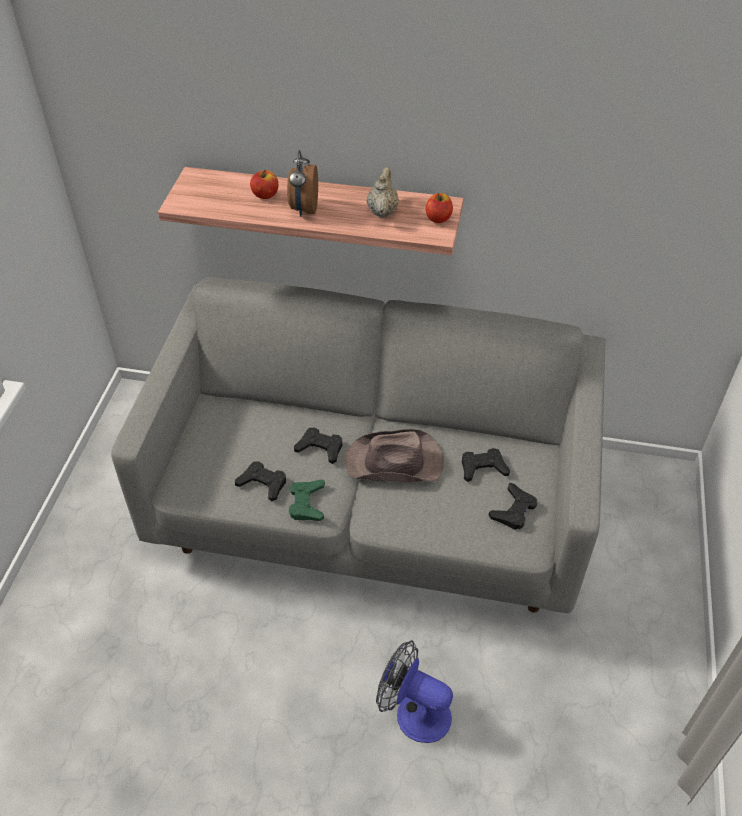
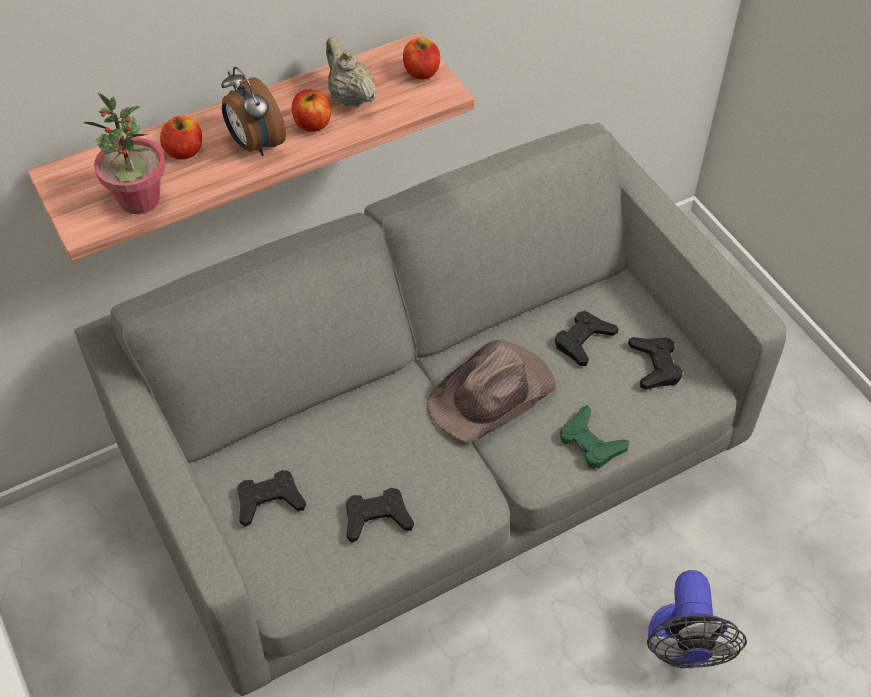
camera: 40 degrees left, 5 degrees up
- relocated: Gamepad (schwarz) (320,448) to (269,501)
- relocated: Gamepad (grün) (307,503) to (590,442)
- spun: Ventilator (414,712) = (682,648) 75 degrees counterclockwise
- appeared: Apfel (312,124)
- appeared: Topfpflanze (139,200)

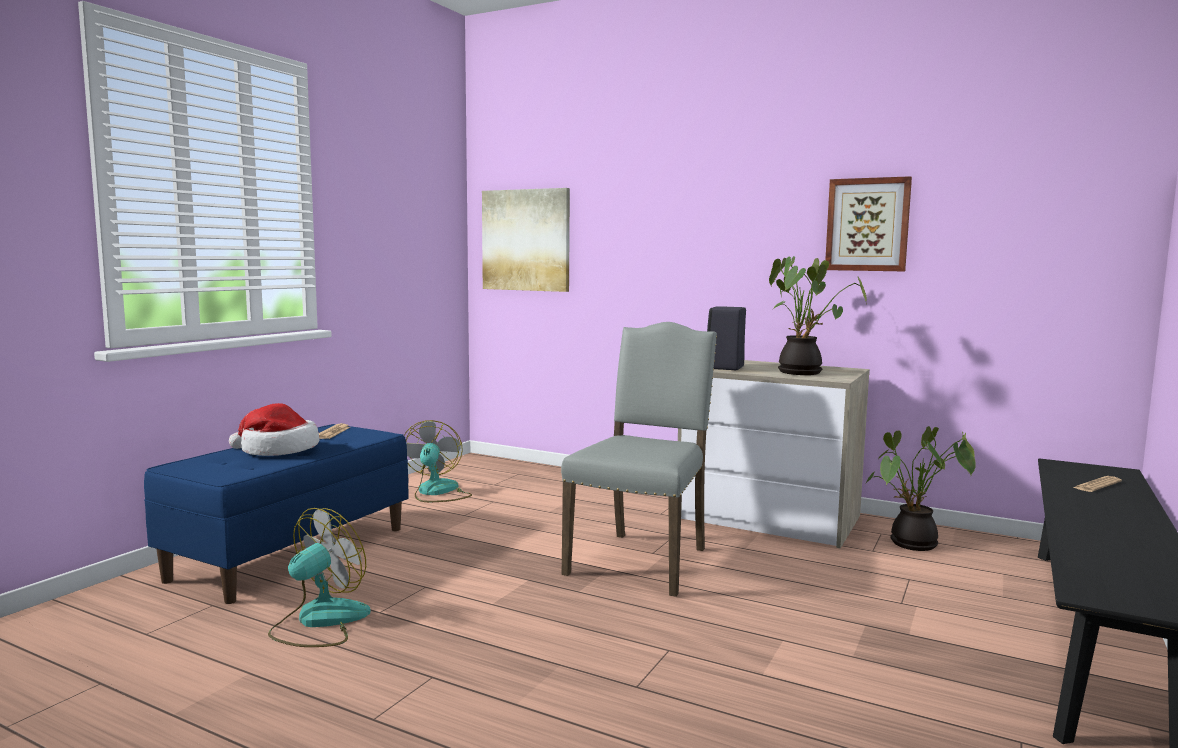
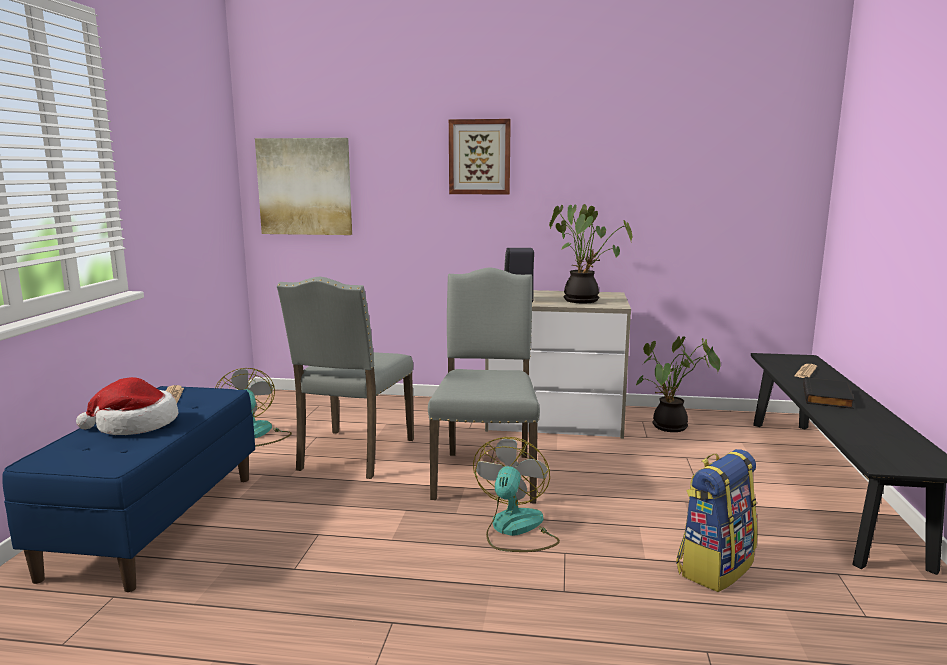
camera: 20 degrees left, 5 degrees up
- relocated: Bild (867,225) to (479,157)
- relocated: Ventilator (319,622) to (515,530)
- appeared: Stuhl (grau) (353,454)
- appeared: Buch (schwarz) (828,397)
- appeared: Rucksack (714,567)

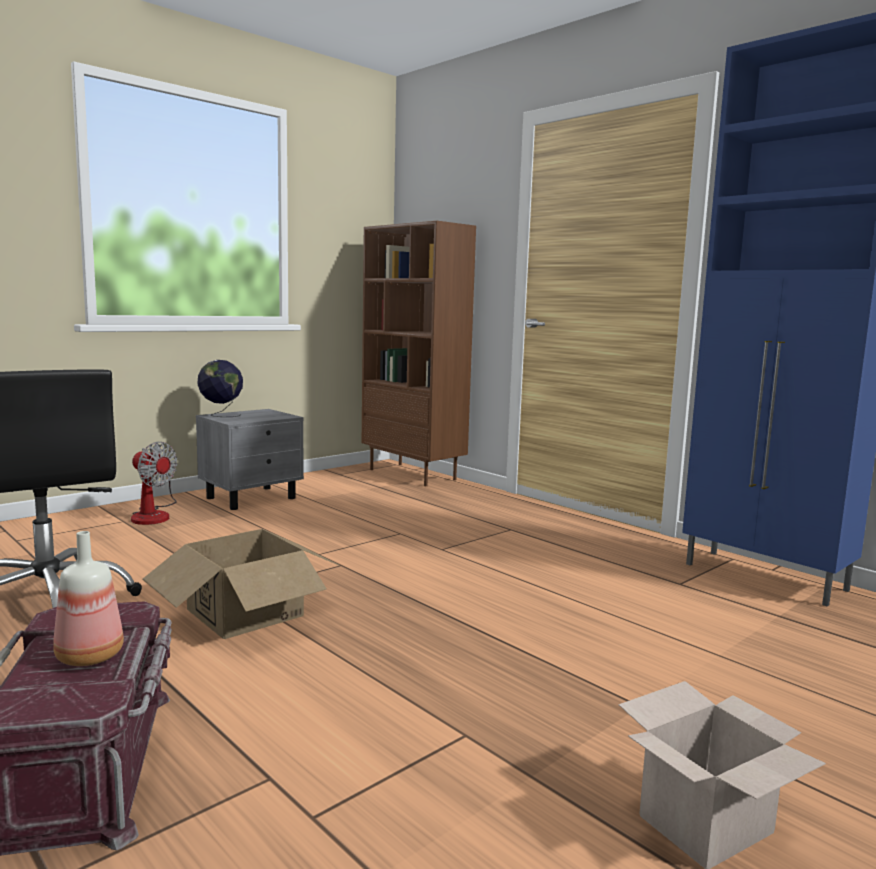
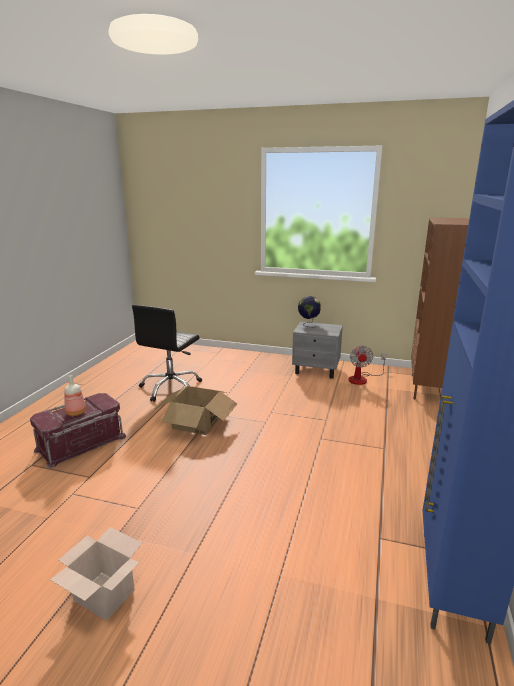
camera: 60 degrees right, 10 degrees up
- relocated: Ventilator (153,515) to (362,379)

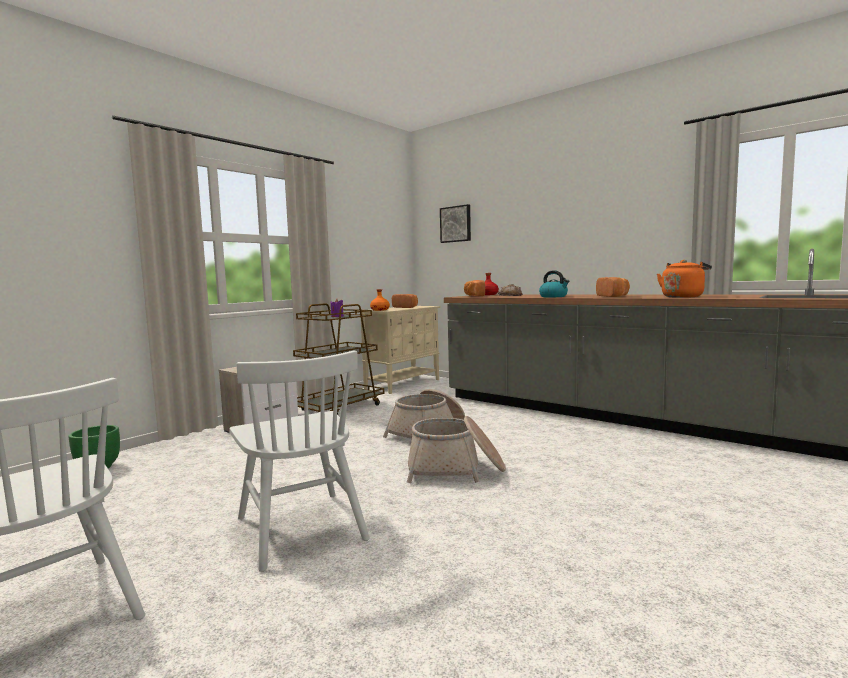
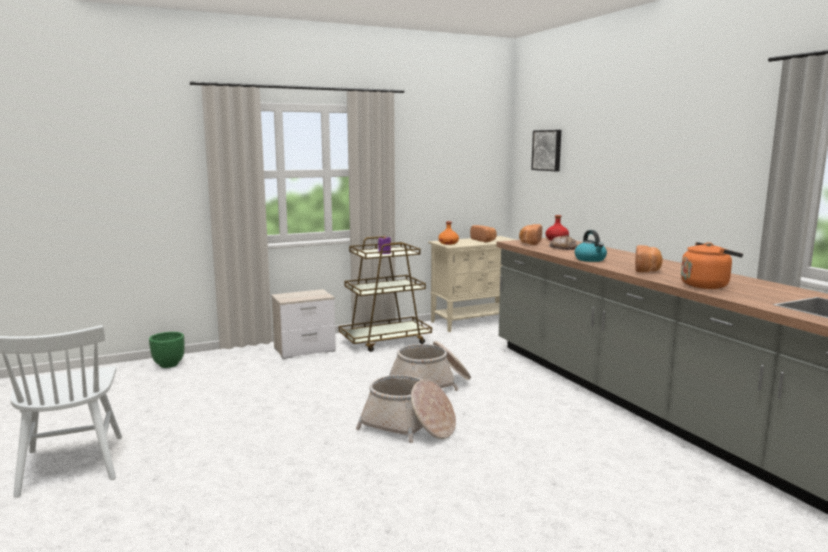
camera: 25 degrees right, 5 degrees up
- missing: Stuhl (weiß) (301,528)

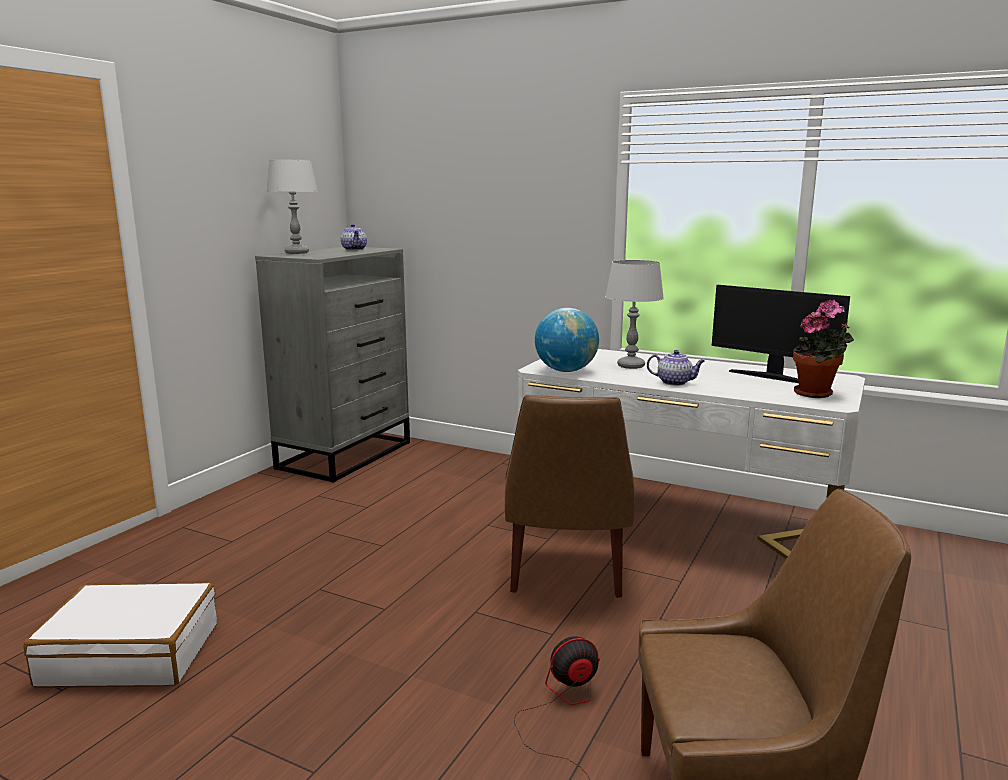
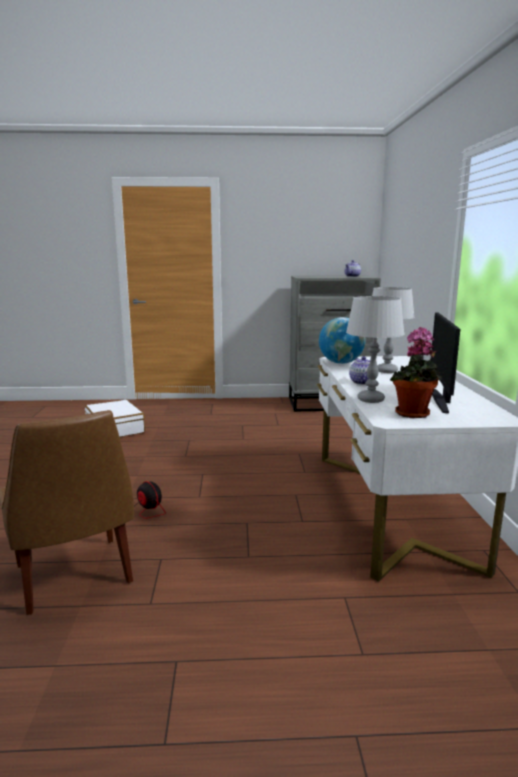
camera: 60 degrees right, 0 degrees up
- relocated: Tischlampe (grau) (297,253) to (371,399)
- missing: Stuhl (braun) (566,574)

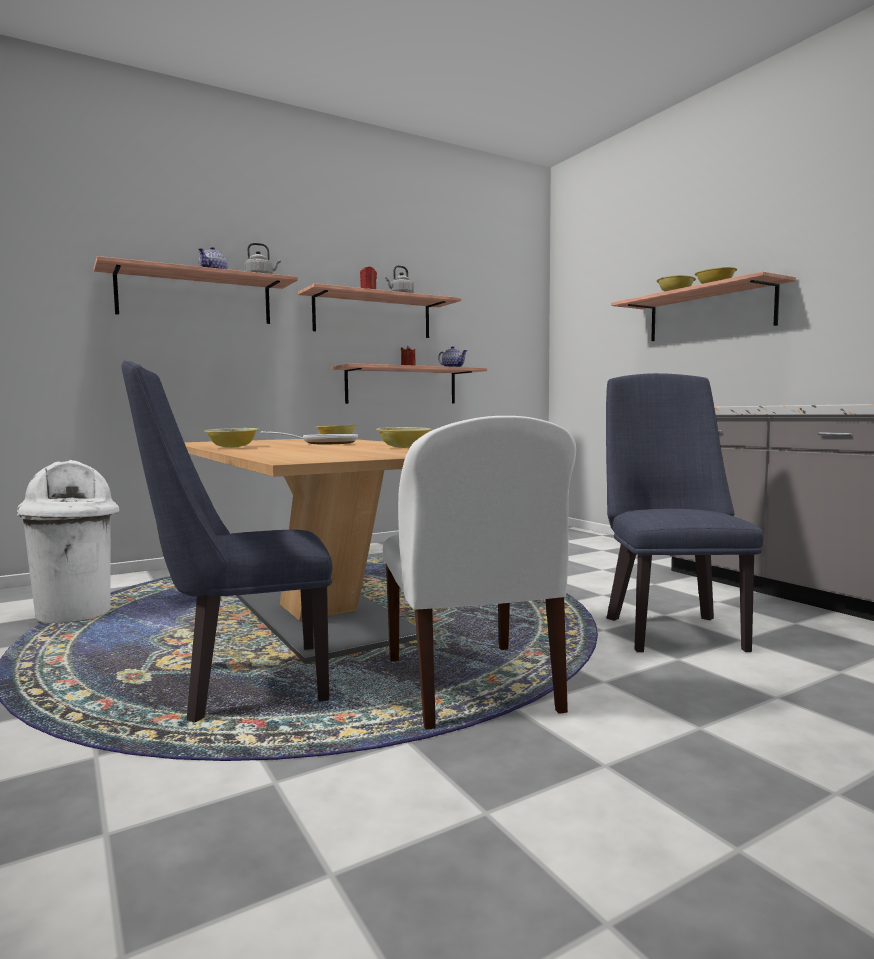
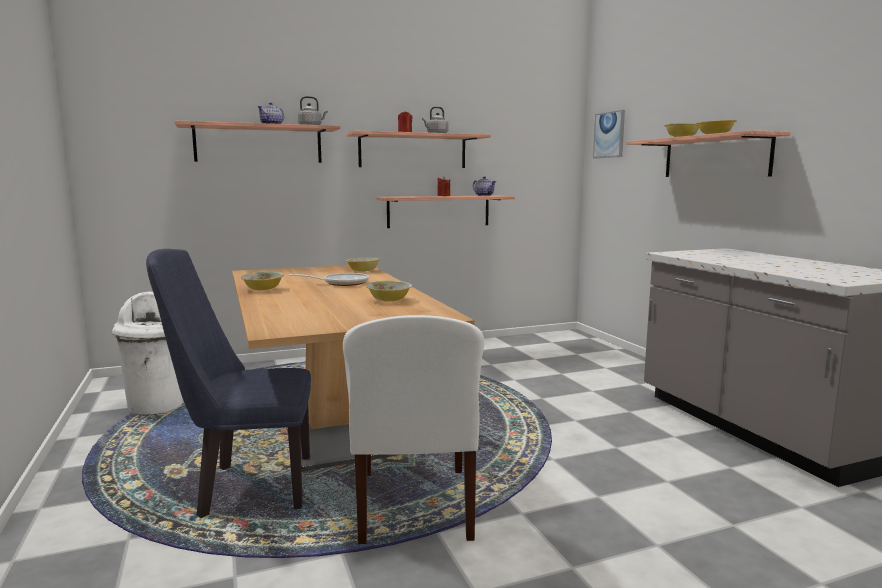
camera: 10 degrees right, 5 degrees up
- missing: Stuhl (blau) (670,629)
- appeared: Bild (609,135)

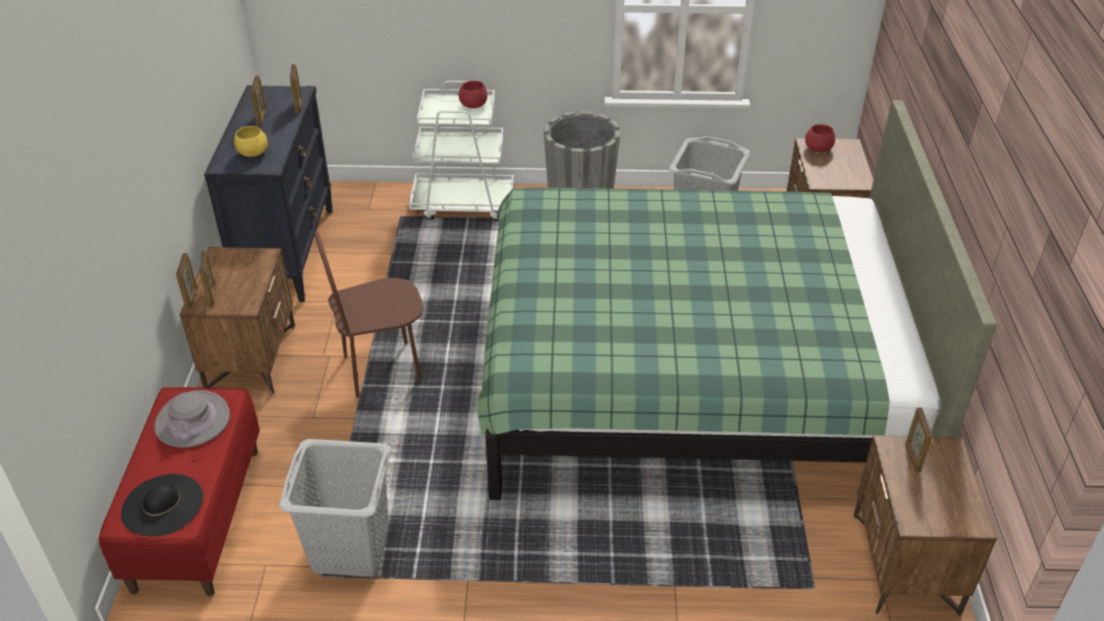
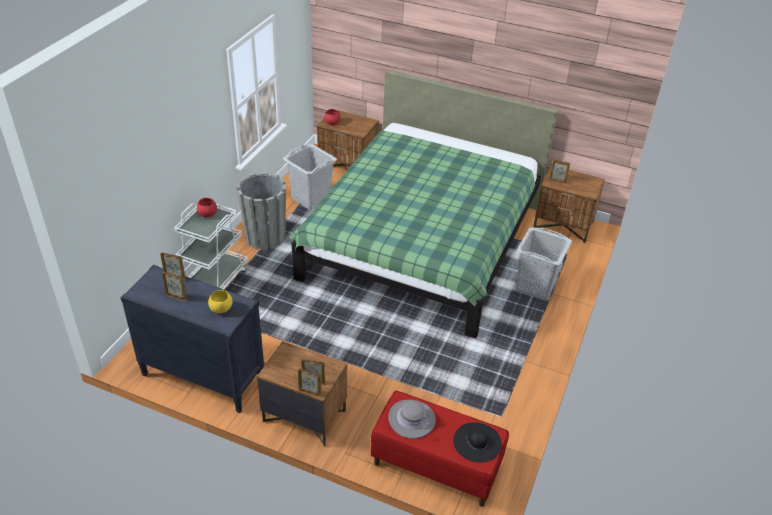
camera: 70 degrees left, 0 degrees up
- missing: Stuhl (braun) (382,369)
- relocated: Wäschekorb (grau) (350,549) to (536,286)

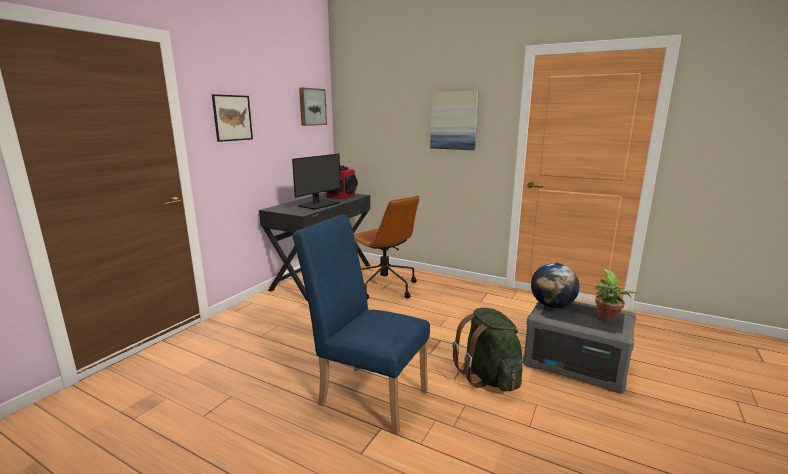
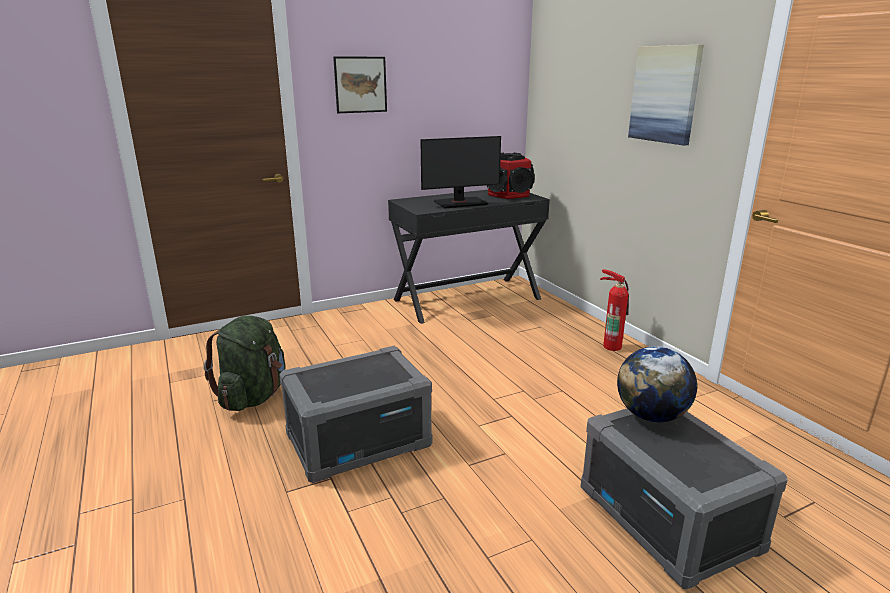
camera: 35 degrees right, 5 degrees up
- missing: Bild (311,107)
- missing: Bürostuhl (braun) (384,287)
- exchanged: Stuhl (blau) (367,394) to Aufbewahrungsbox (grau) (359,440)
- missing: Topfpflanze (608,319)
- relocated: Rucksack (grün) (489,377) to (253,396)
- appeared: Feuerlöscher (611,346)

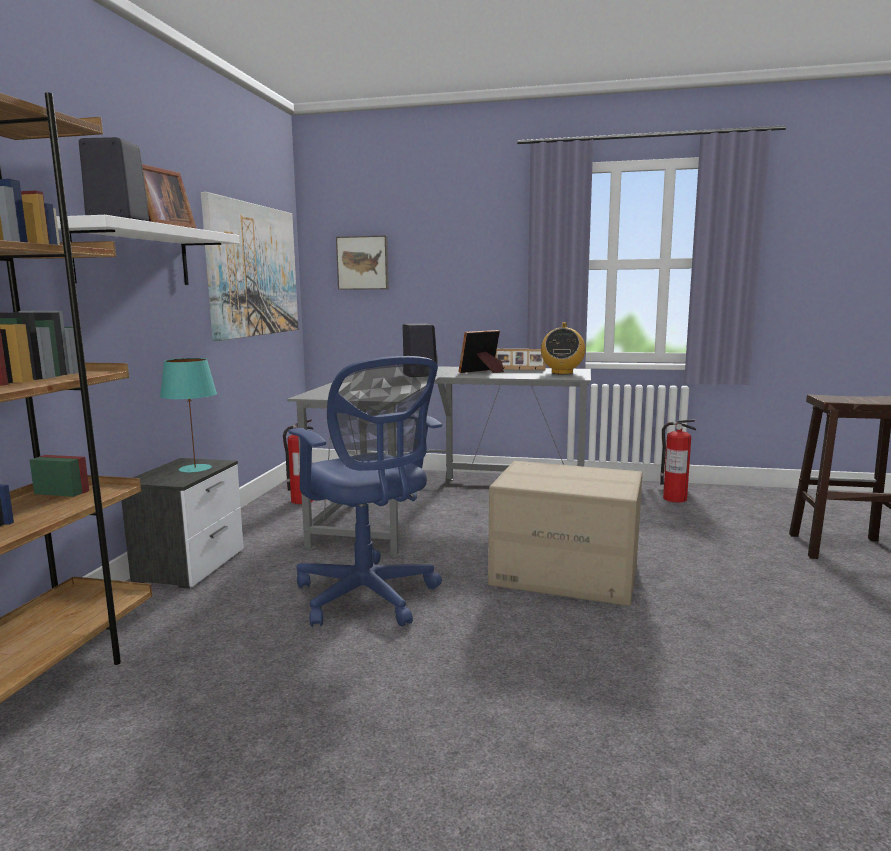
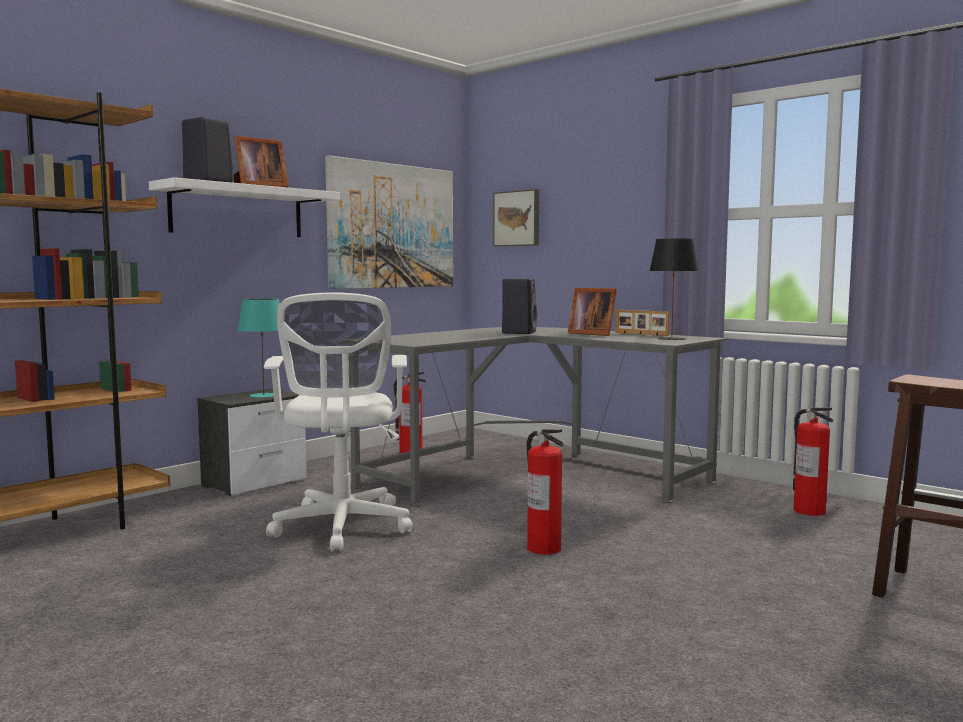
camera: 30 degrees right, 5 degrees down
- exchanged: Radio (562,373) to Tischlampe (schwarz) (672,339)
- spun: Bilderrahmen (482,372) = (591,334) 135 degrees counterclockwise
- colour: Bürostuhl (blau) (369,597) to Bürostuhl (weiß) (342,528)
- exchanged: Karton (565,574) to Feuerlöscher (543,548)

